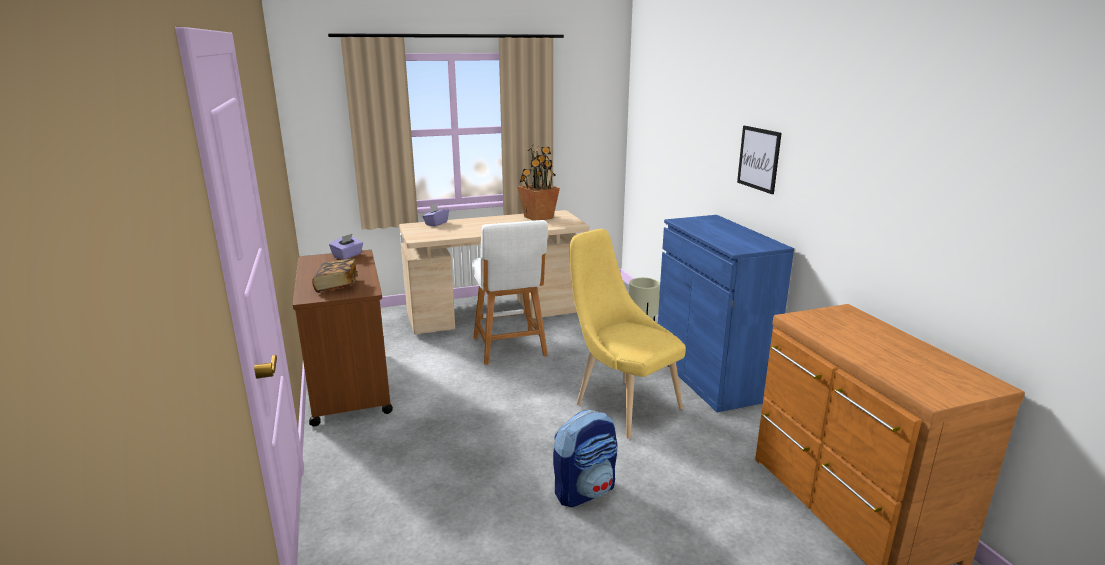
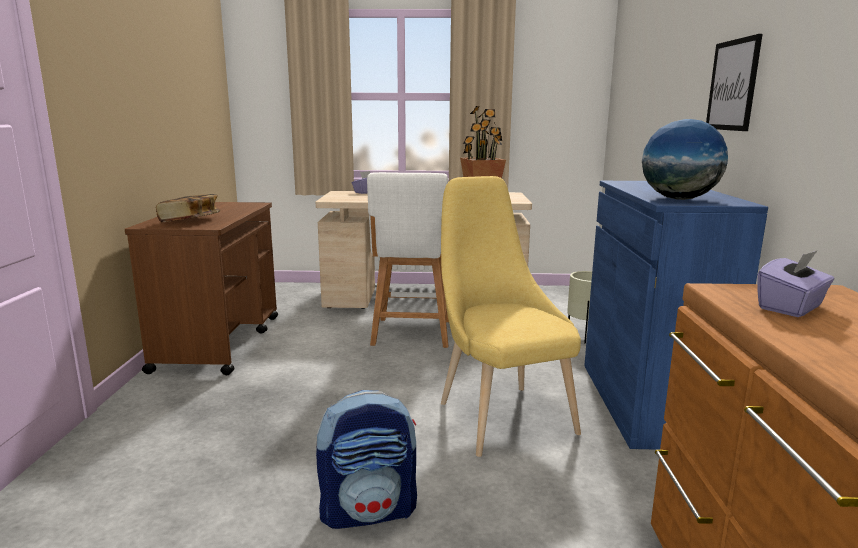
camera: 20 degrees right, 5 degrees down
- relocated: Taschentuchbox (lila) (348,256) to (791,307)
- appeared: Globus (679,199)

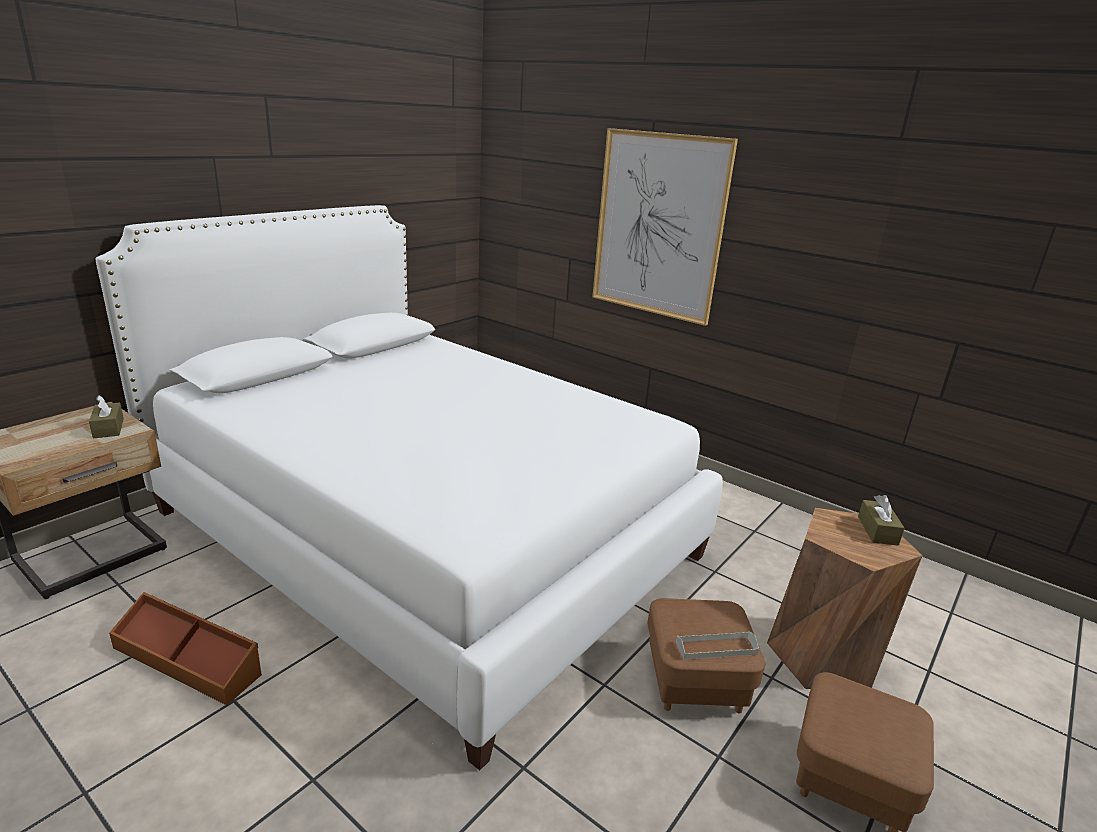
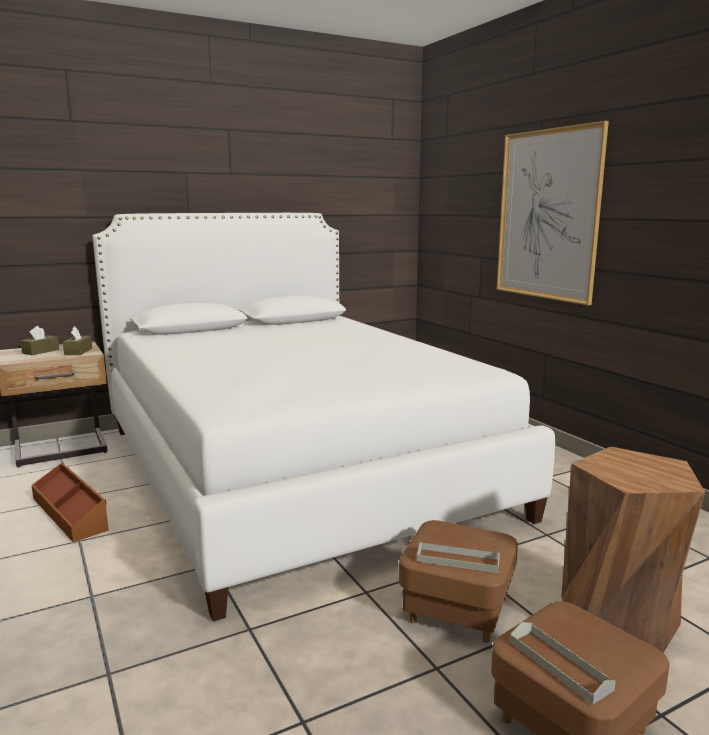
camera: 25 degrees right, 10 degrees down
- relocated: Taschentuchbox (braun) (877,530) to (41,351)
- appeared: Tablett (grau) (559,665)

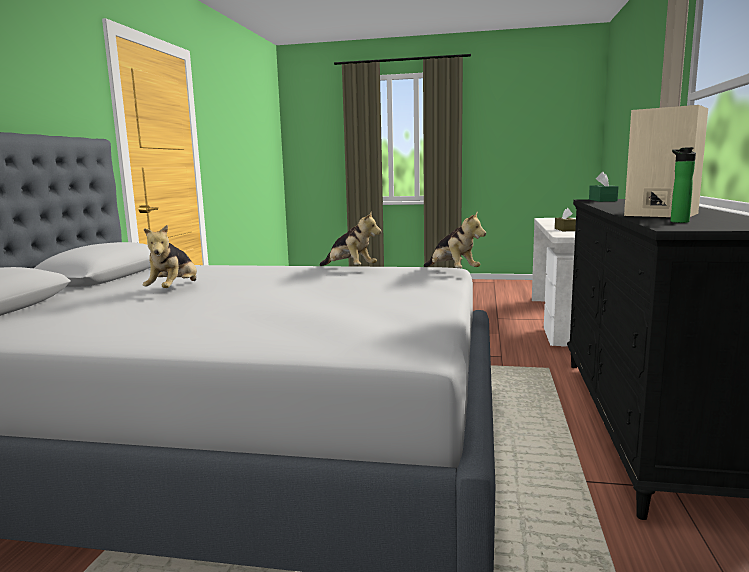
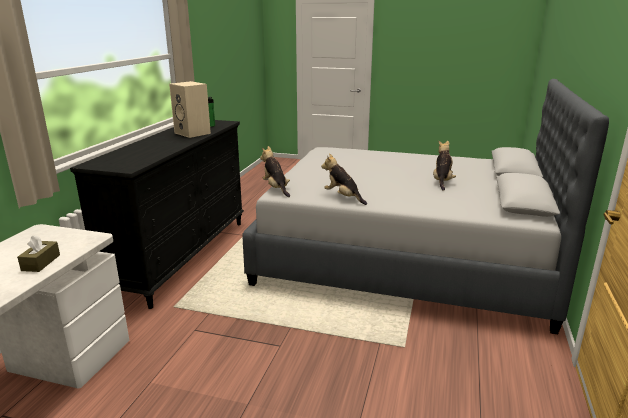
camera: 175 degrees left, 10 degrees up
- missing: Taschentuchbox (grün) (602,200)

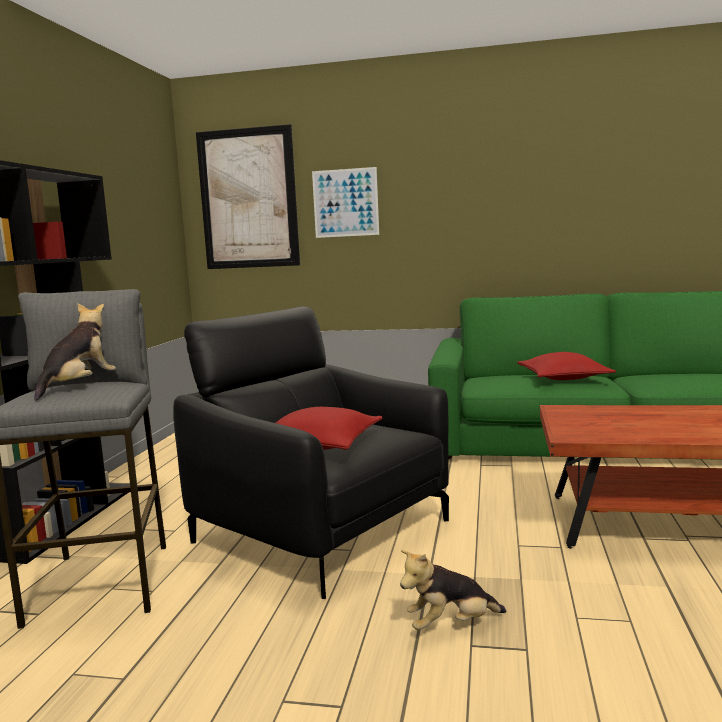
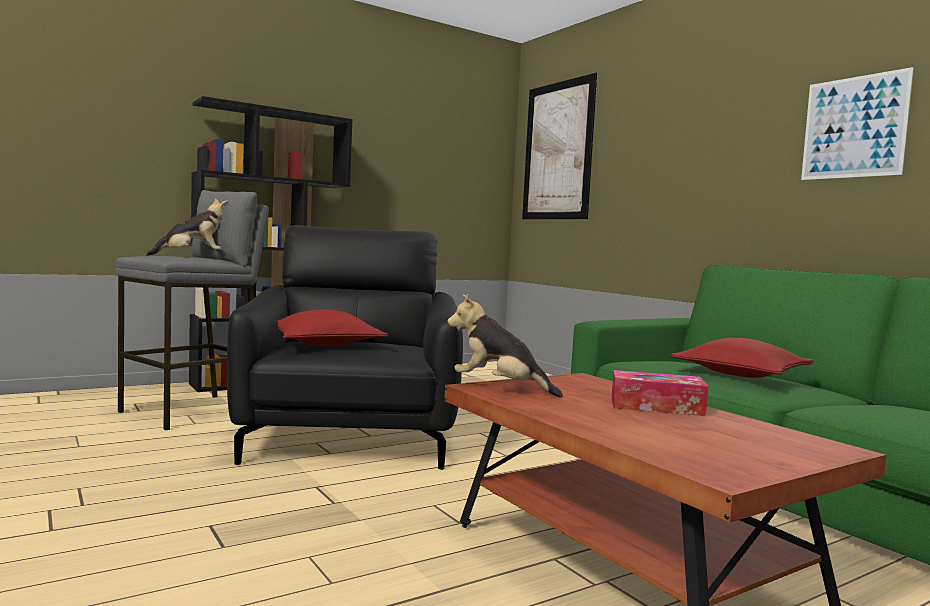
camera: 45 degrees right, 5 degrees down
- relocated: Bild (345,203) to (854,127)
- relocated: Plüschtier (451,625) to (500,388)
- appeared: Taschentuchbox (656,406)

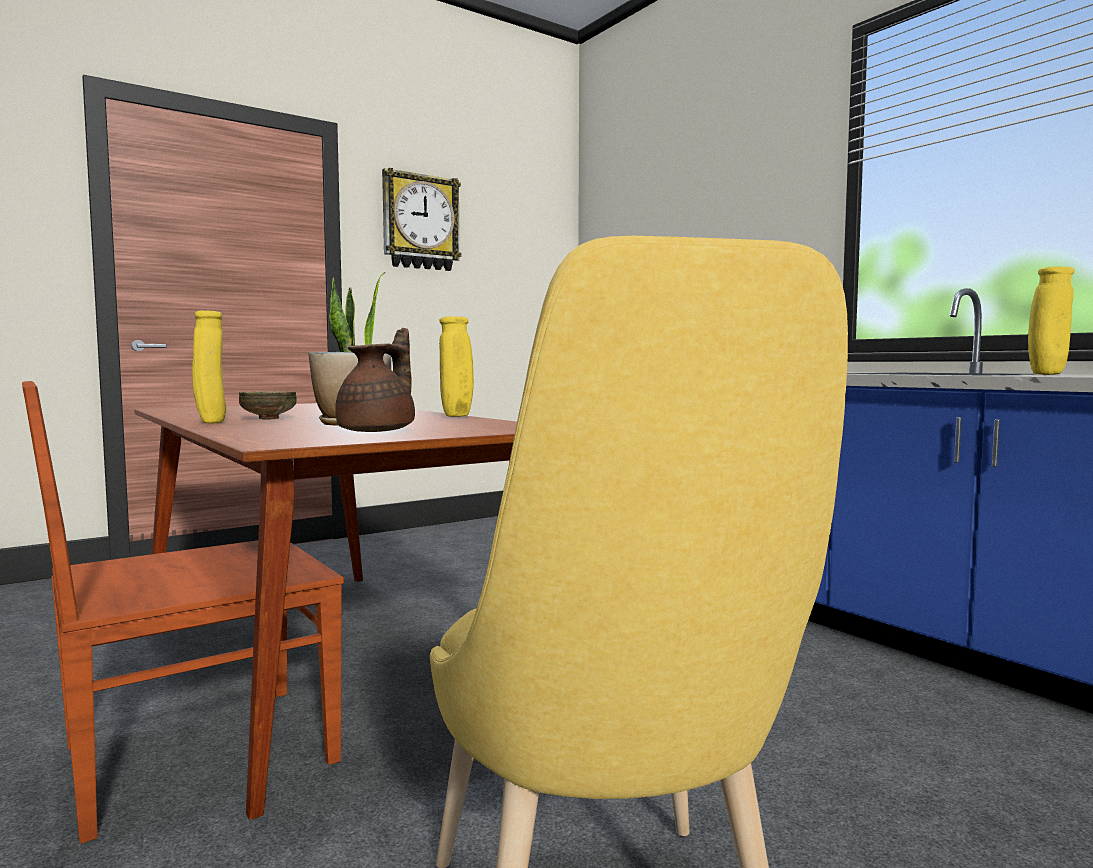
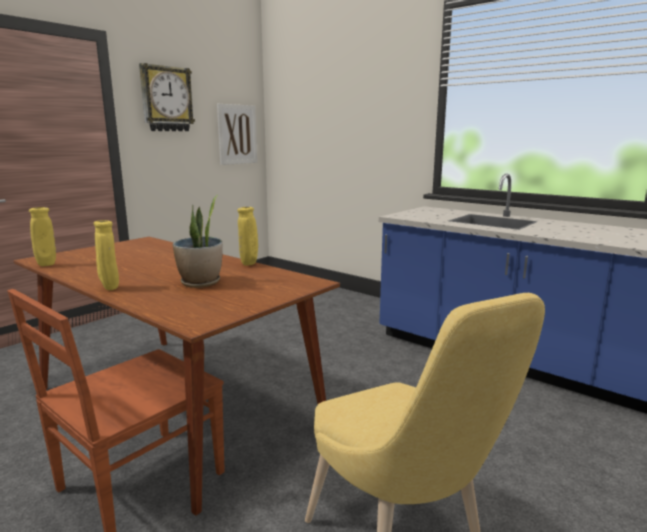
camera: 15 degrees left, 10 degrees up
- relocated: Vase (gelb) (1046,374) to (47,265)
- missing: Teekanne (braun) (379,431)
- missing: Schüssel (268,418)
- appeared: Bild (237,134)

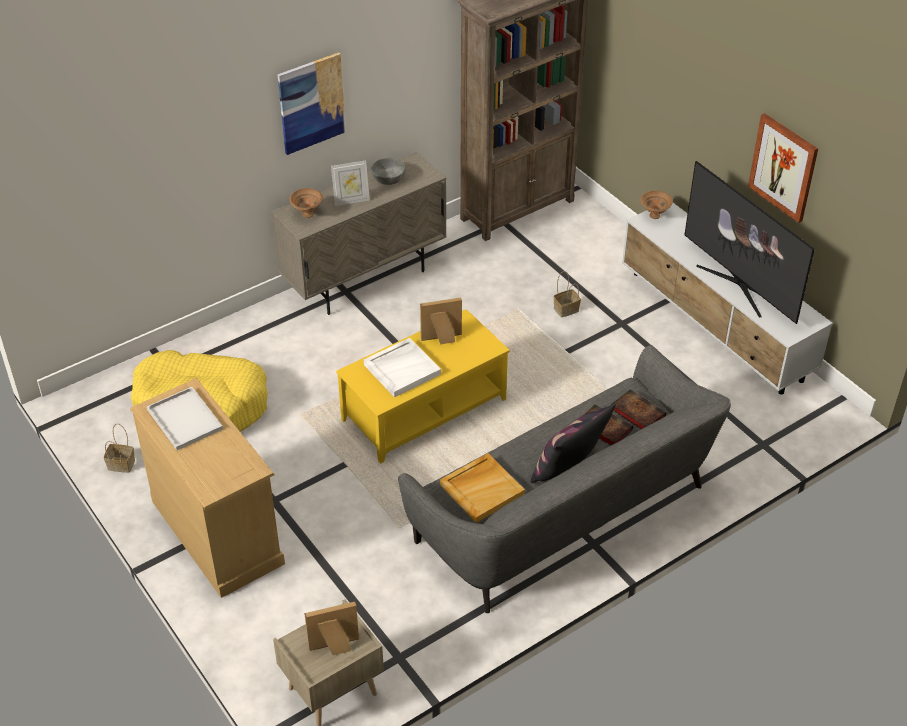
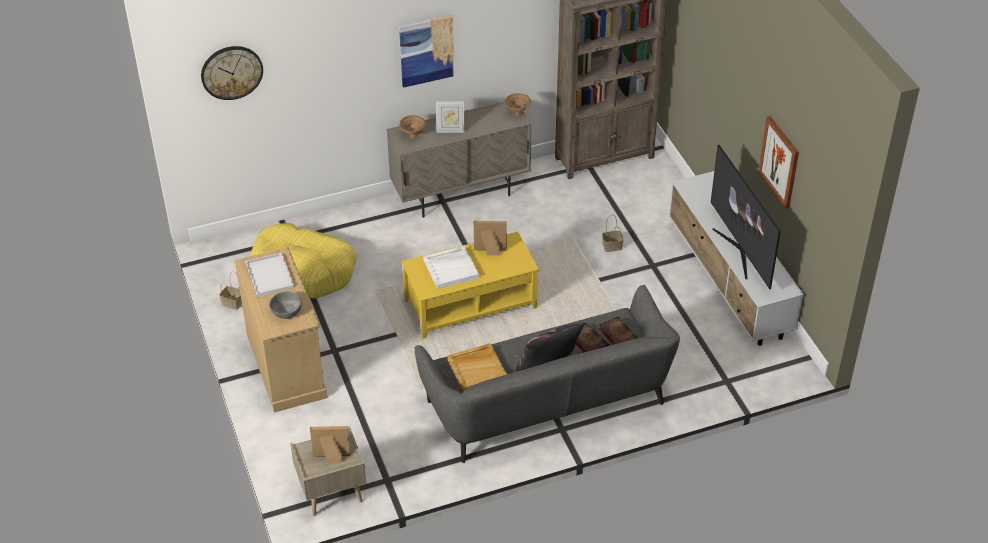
camera: 15 degrees right, 0 degrees up
- relocated: Schüssel (grau) (388,178) to (286,311)
- relocated: Schüssel (braun) (655,216) to (518,114)
- appeared: Wanduhr (231,72)

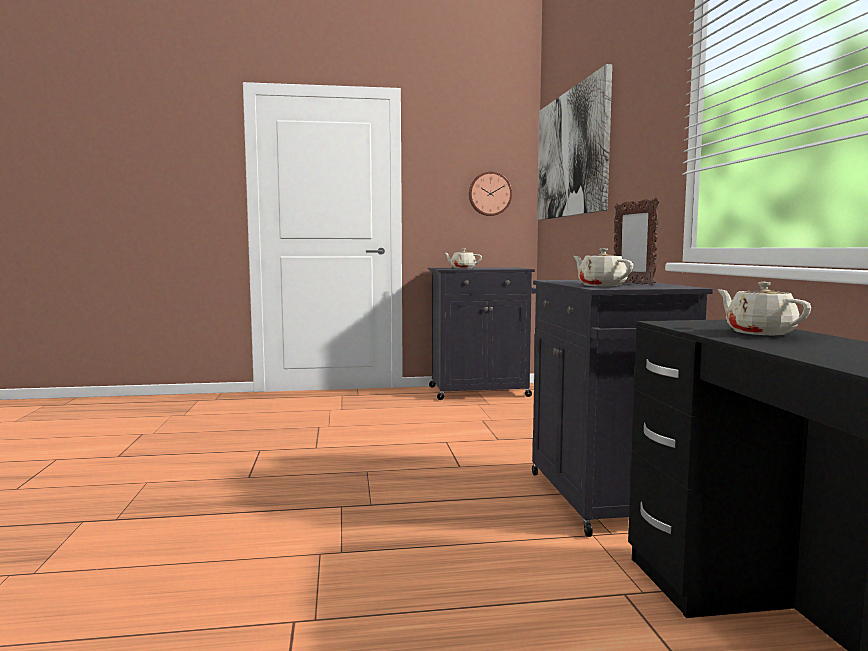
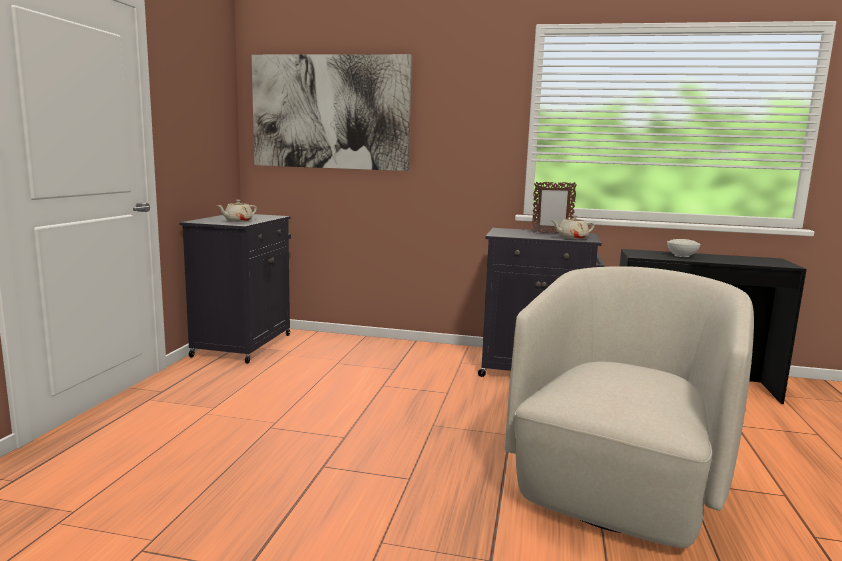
camera: 70 degrees left, 5 degrees up
- missing: Wanduhr (489,194)
- exchanged: Teekanne (beige) (759,333) to Schüssel (weiß) (682,256)
- appeared: Sessel (beige) (618,487)

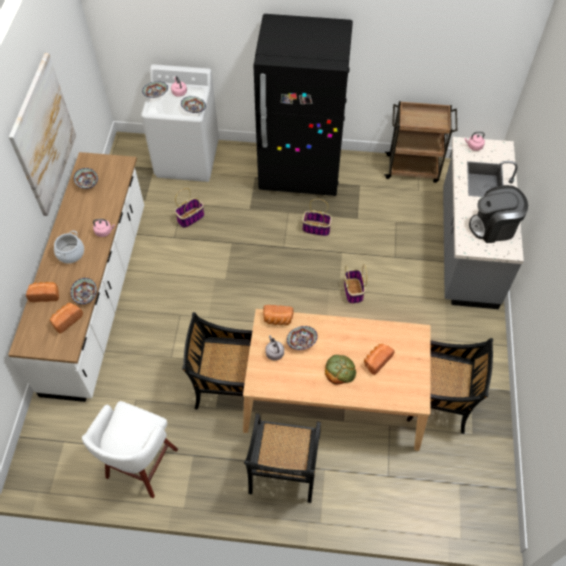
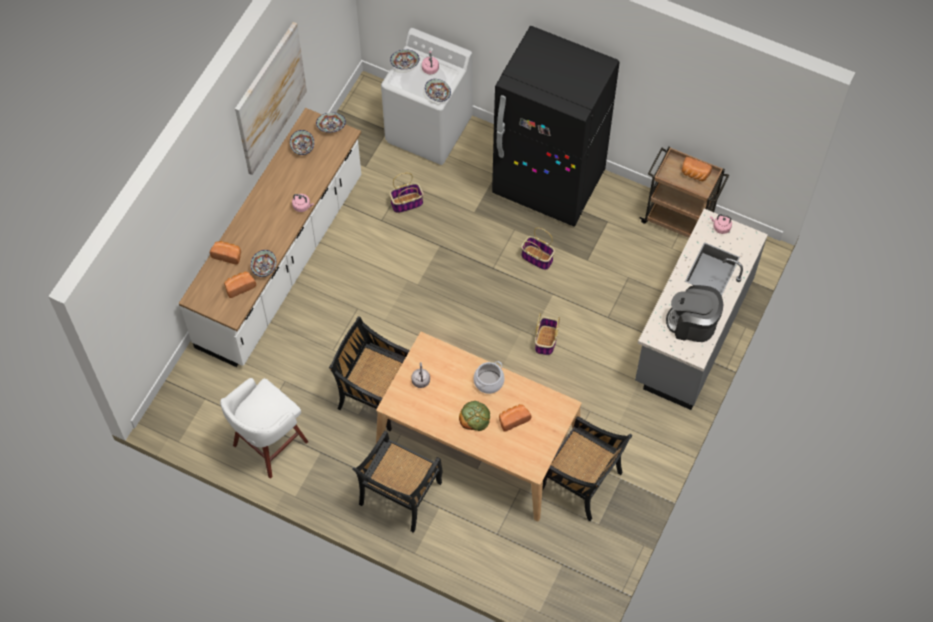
camera: 20 degrees right, 5 degrees up
- relocated: Kochtopf (71,253) to (489,382)
- relocated: Brot (277,320) to (694,174)
- relocated: Schüssel (302,342) to (331,127)

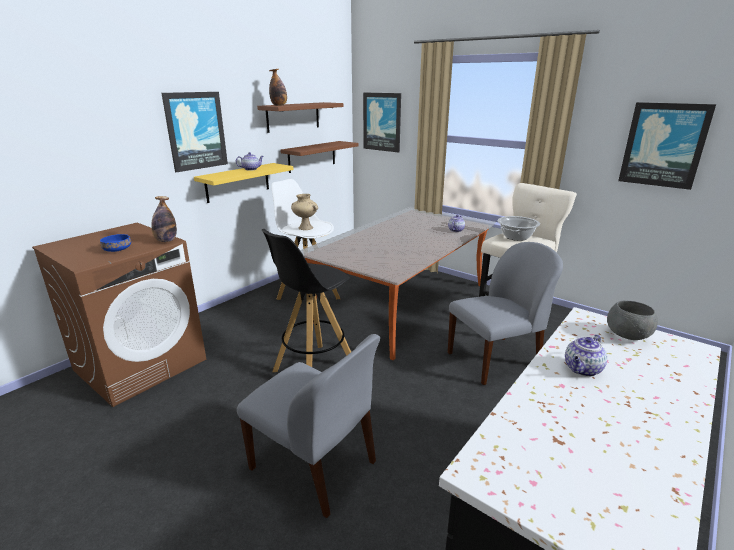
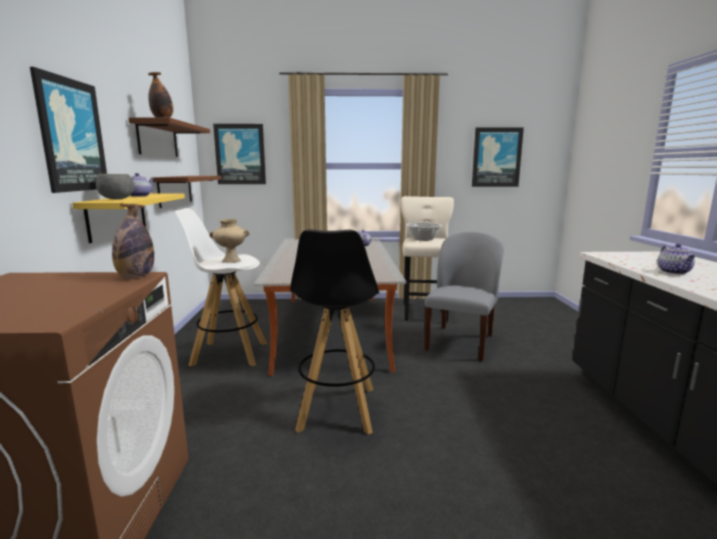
camera: 40 degrees left, 10 degrees down
- missing: Schüssel (blau) (116,250)
- relocated: Schüssel (grau) (627,336) to (117,199)
- missing: Stuhl (grau) (315,466)

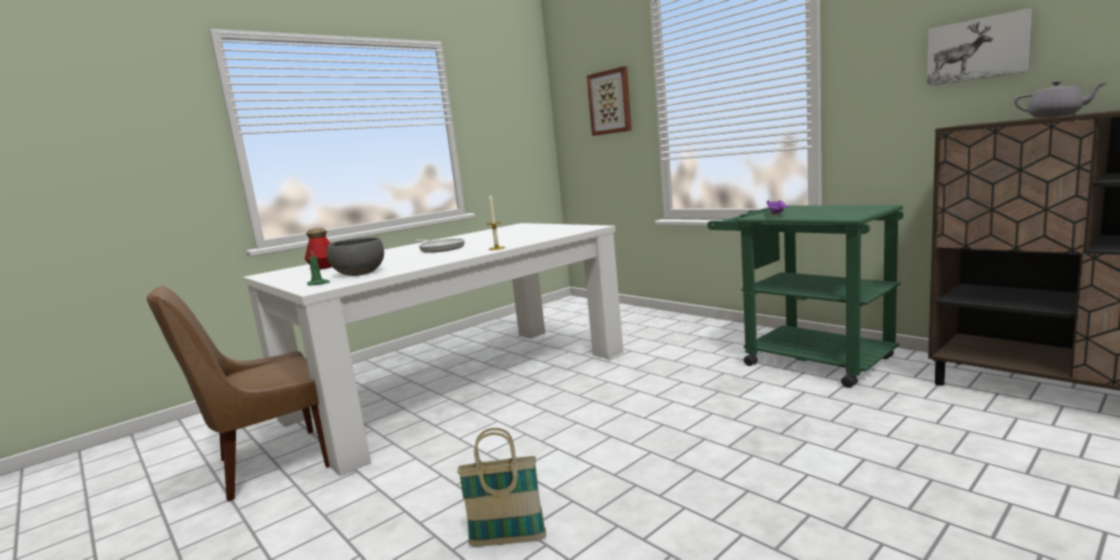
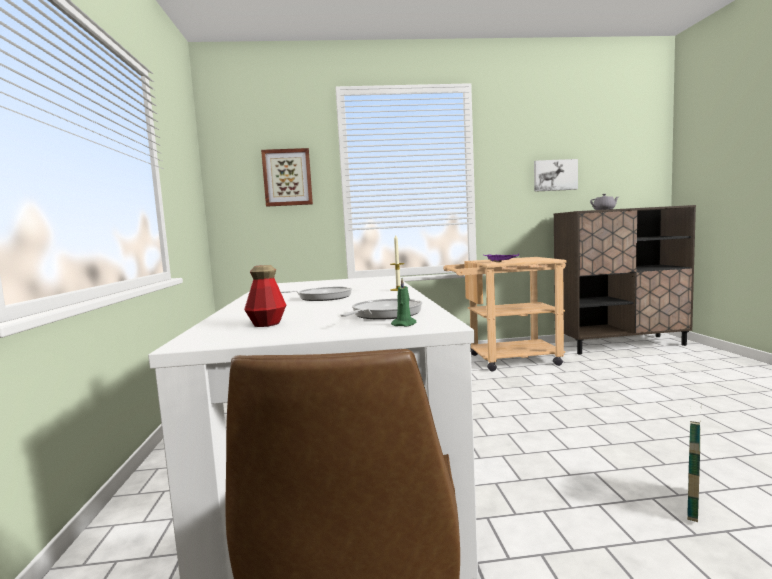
camera: 55 degrees left, 5 degrees down
- colour: Rollwagen (grün) (804,359) to Rollwagen (beige) (505,360)
- exchanged: Schüssel (grau) (359,273) to Pfanne (384,314)

